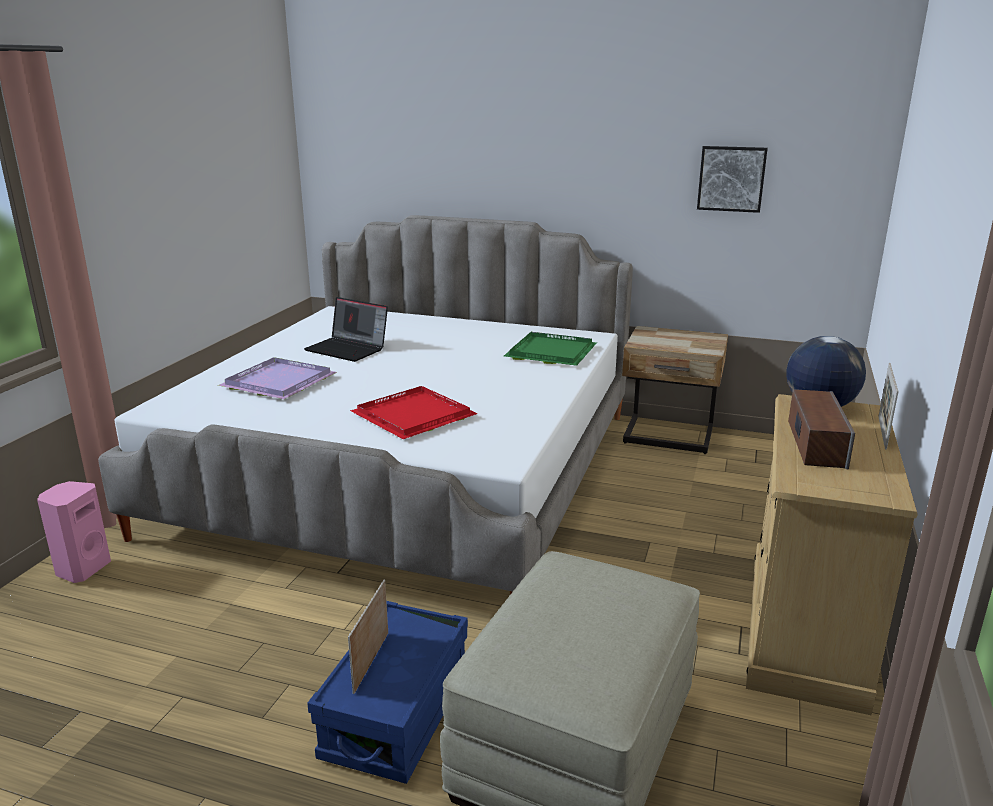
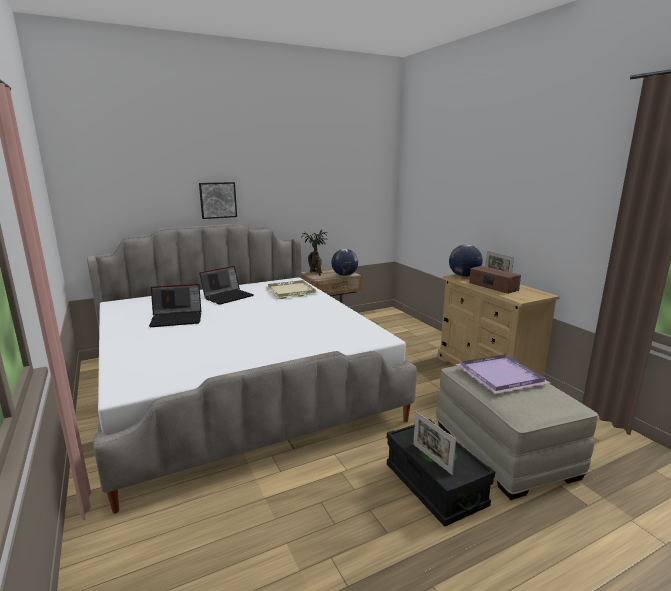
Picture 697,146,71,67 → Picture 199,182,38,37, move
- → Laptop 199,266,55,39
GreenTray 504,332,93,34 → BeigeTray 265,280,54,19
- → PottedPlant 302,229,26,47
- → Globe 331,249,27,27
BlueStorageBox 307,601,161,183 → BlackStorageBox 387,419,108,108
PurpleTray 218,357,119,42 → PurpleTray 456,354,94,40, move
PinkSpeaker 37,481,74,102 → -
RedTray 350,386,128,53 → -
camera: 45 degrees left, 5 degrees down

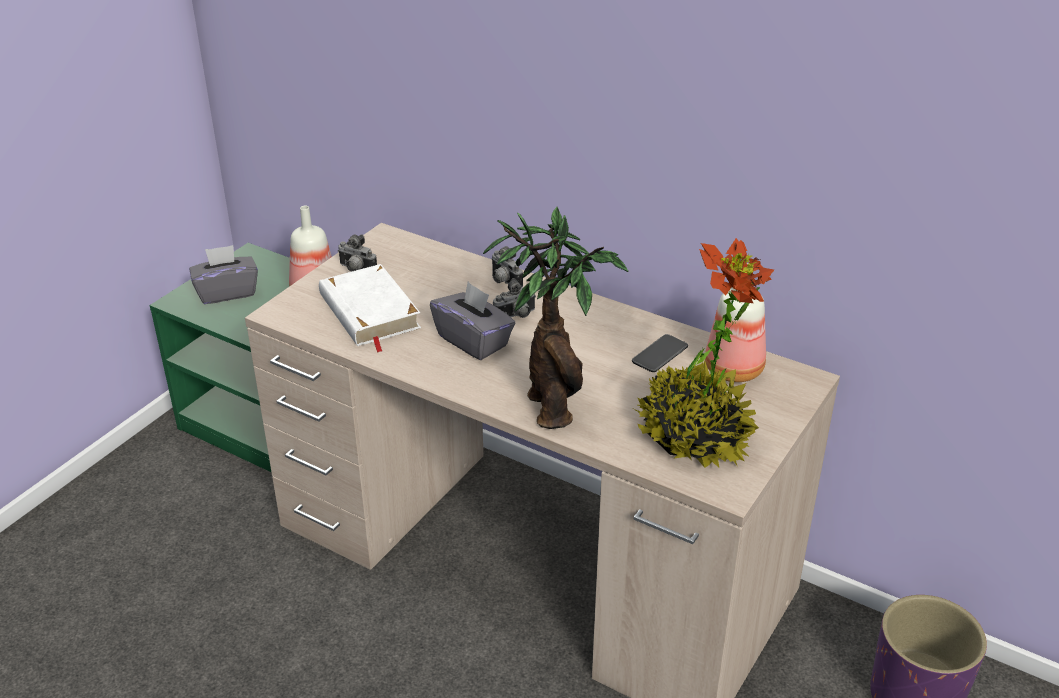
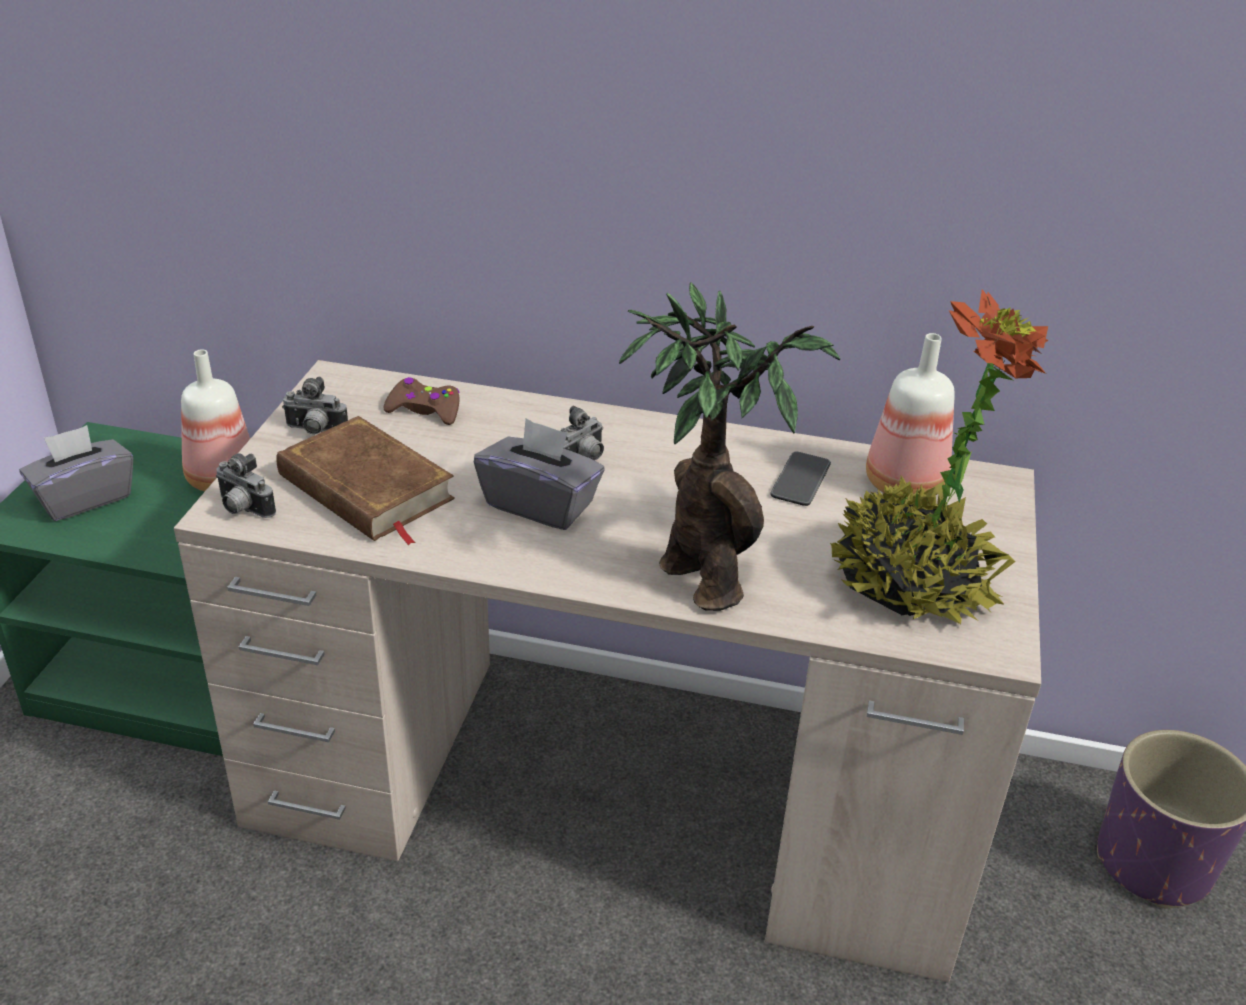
PhotoCamera 491,246,32,42 → PhotoCamera 216,453,60,65, move
WhiteBook 319,264,102,89 → BrownBook 276,416,179,129
- → BrownGameController 384,377,76,48
camera: 20 degrees left, 0 degrees up

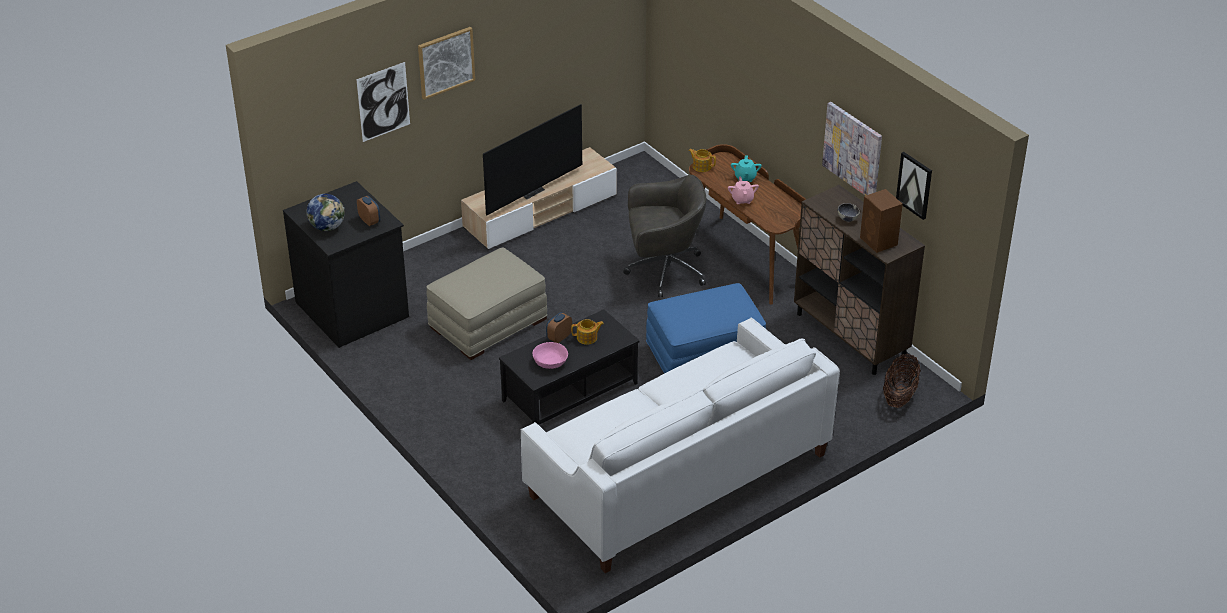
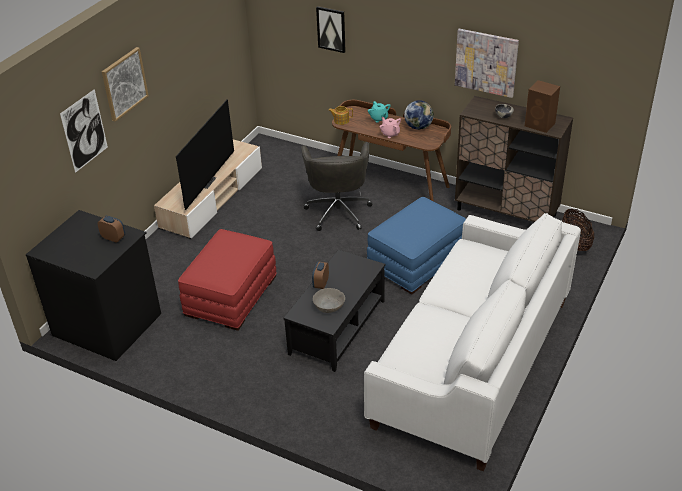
BeigeOttoman 426,248,121,112 → RedOttoman 178,229,99,102
GreyOfficeChair 623,175,83,122 → GreyOfficeChair 301,142,71,89, 120 degrees clockwise
PinkBowl 532,342,36,27 → GreyBowl 313,288,32,25
Picture 896,152,36,68 → Picture 316,6,30,47, move
Globe 307,194,38,37 → Globe 404,100,30,30, move
Teapot 571,319,33,26 → -
camera: 25 degrees left, 0 degrees up

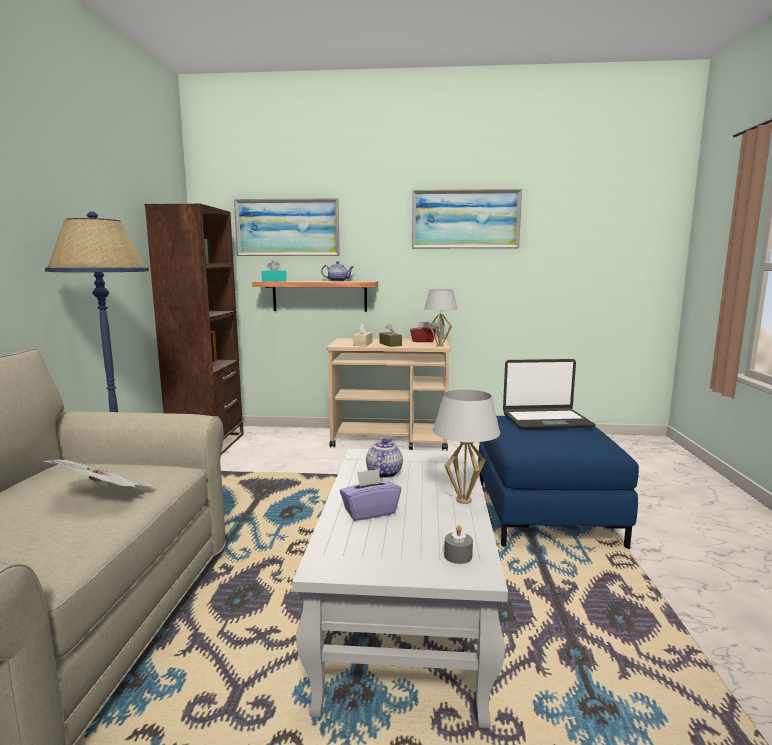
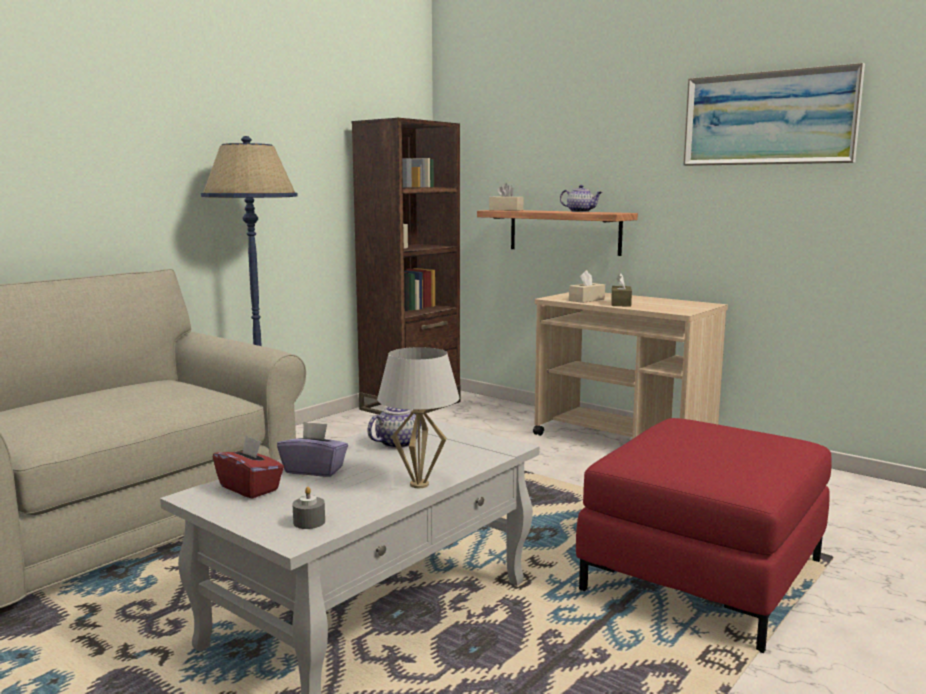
RedTissueBox 410,322,26,20 → RedTissueBox 213,436,71,63, move
TurquoiseTissueBox 261,260,26,21 → BeigeTissueBox 489,184,34,27
BlueOttoman 478,416,161,133 → RedOttoman 576,418,256,235
Newspaper 44,460,111,27 → -
Picture 234,198,106,58 → -
WhiteTableLamp 424,289,34,58 → -
Laptop 503,359,92,71 → -
camera: 35 degrees right, 0 degrees up

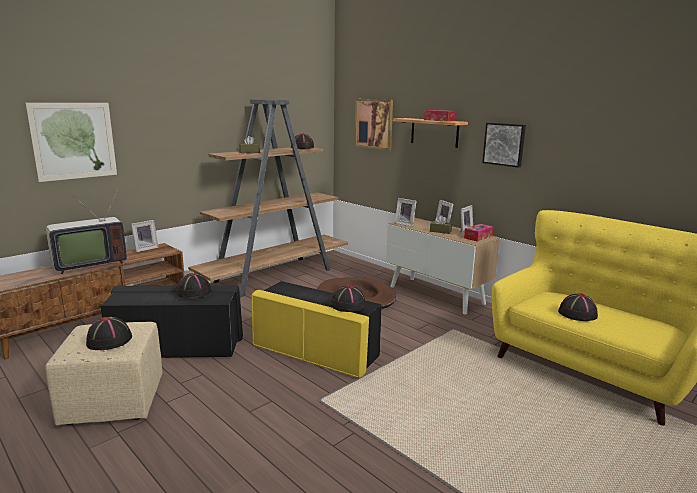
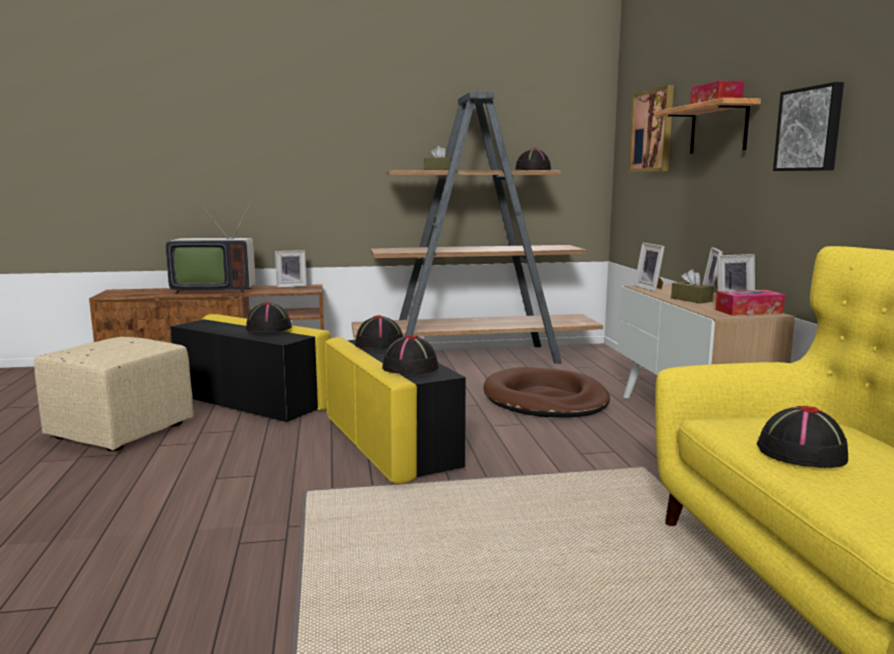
BlackOttoman 100,285,143,73 → YellowOttoman 170,314,161,108
BlackHat 86,316,46,34 → BlackHat 355,315,48,35, move
Picture 25,103,92,79 → -
camera: 35 degrees right, 5 degrees down

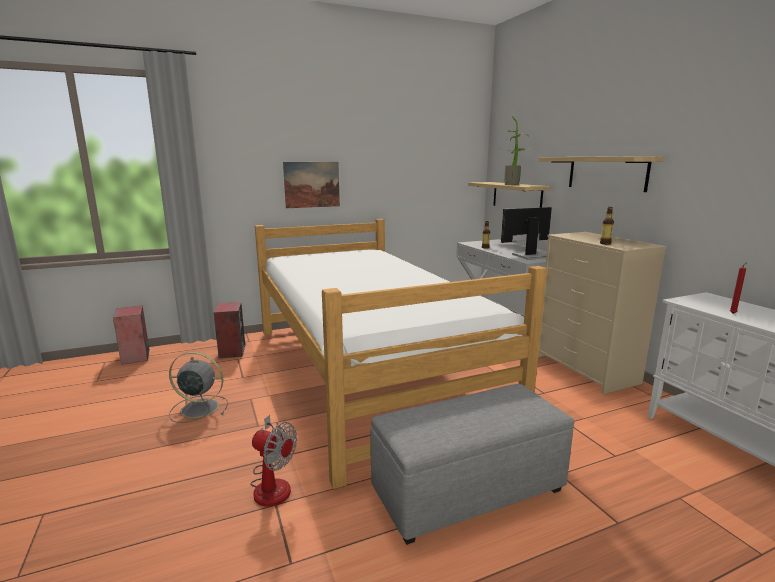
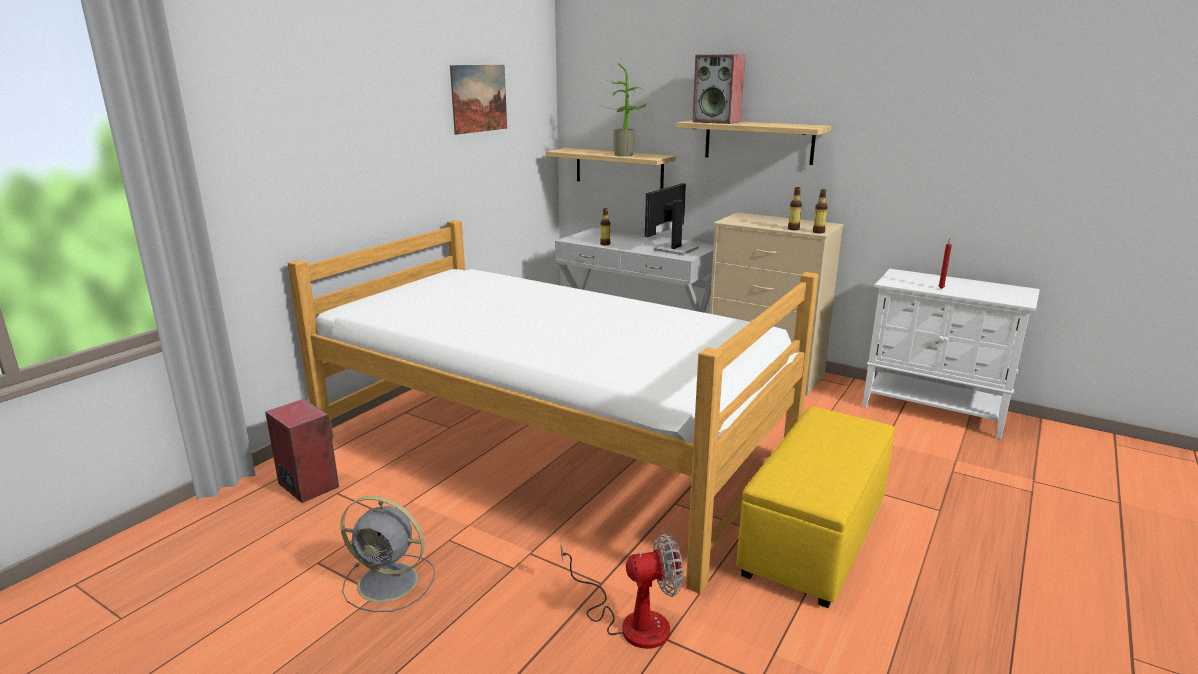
GreyFan 169,352,59,71 → GreyFan 341,496,94,116, 135 degrees counterclockwise
Picture 283,162,57,46 → Picture 450,65,57,70, move
Speaker 113,306,36,59 → Speaker 693,55,52,69, move
GreyOttoman 371,384,203,161 → YellowOttoman 736,407,159,201
- → Bottle 813,189,15,44
camera: 35 degrees left, 5 degrees up

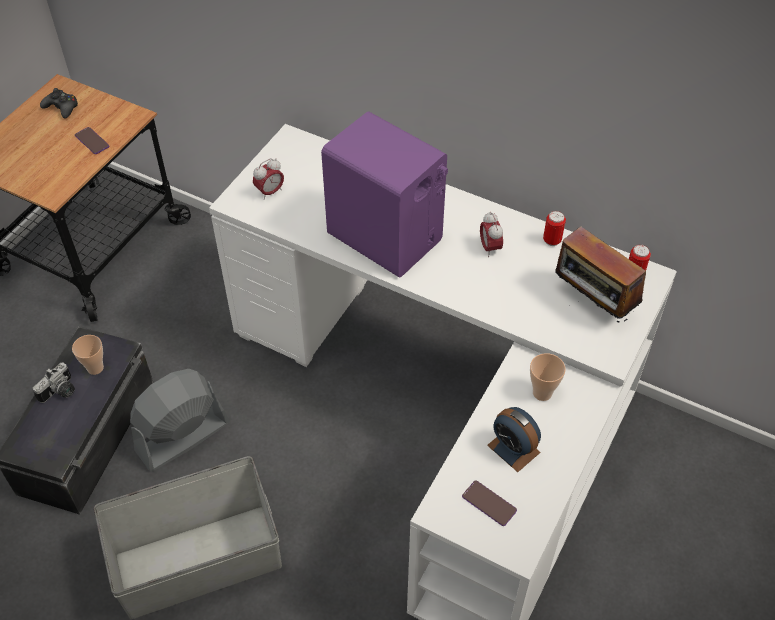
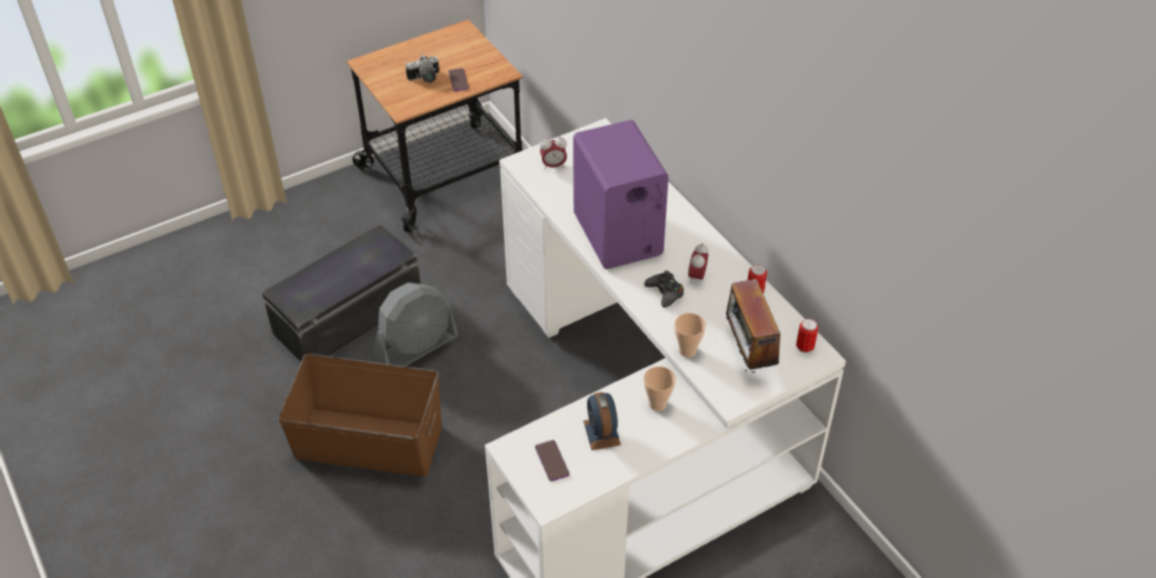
GreyStorageBox 94,456,188,163 → BrownStorageBox 278,354,164,123
GreyFan 130,369,100,102 → GreyFan 374,282,84,84, 150 degrees clockwise
PhotoCamera 33,362,42,41 → PhotoCamera 406,54,33,29, move
BlackGameController 40,88,38,30 → BlackGameController 644,271,40,37, move
Cup 72,335,32,40 → Cup 674,313,32,44, move
camera: 30 degrees right, 5 degrees down

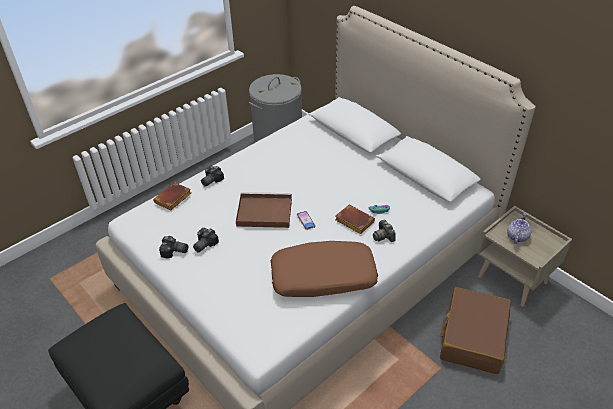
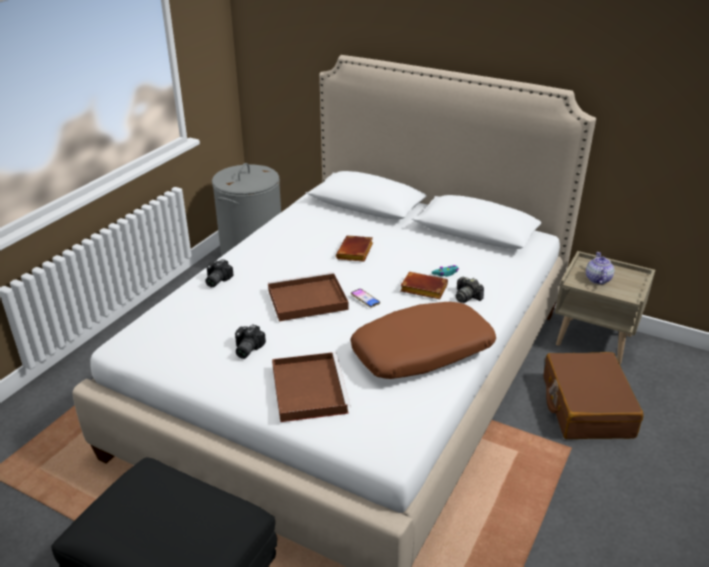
- → BrownTray 272,352,79,70
BrownBook 153,182,38,28 → BrownBook 336,235,37,27, move
PhotoCamera 159,236,29,22 → -
camera: 20 degrees left, 10 degrees down

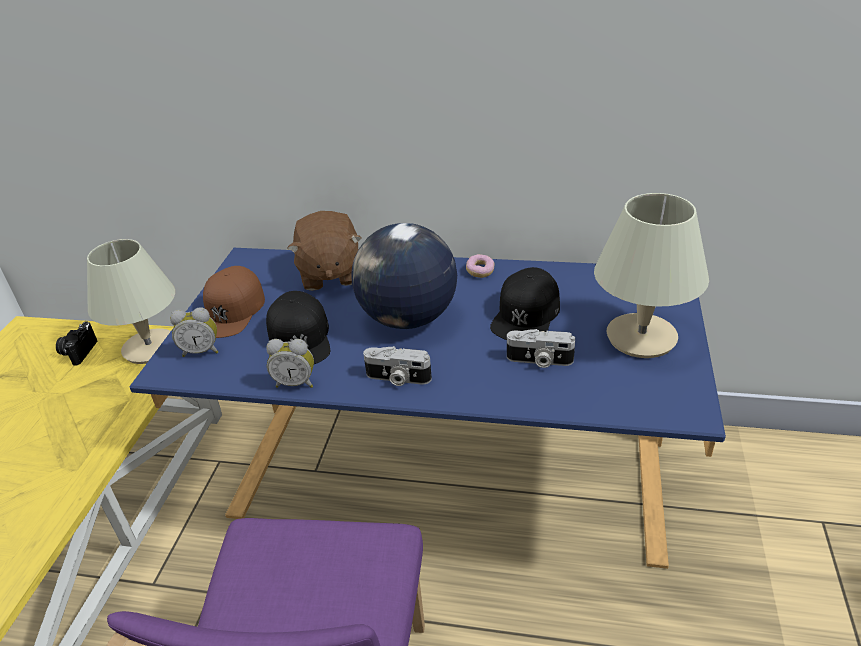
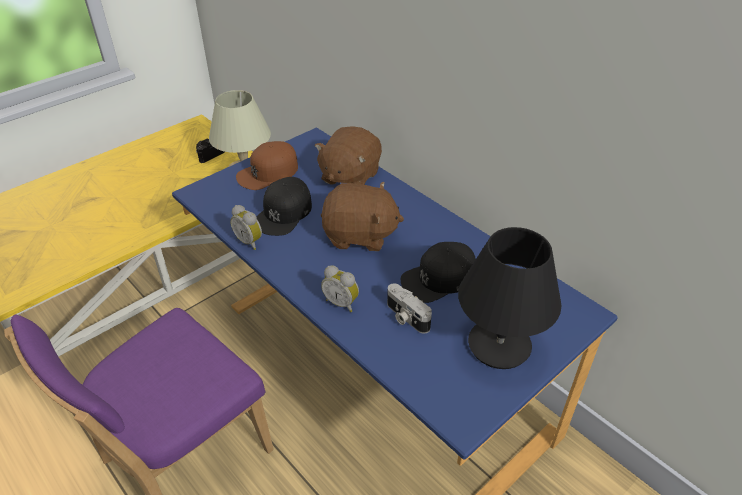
Globe 351,223,106,106 → BrownPlushToy 321,182,83,69
AlarmClock 170,307,48,50 → AlarmClock 321,265,38,47, move
BeigeTableLamp 594,193,115,165 → BlackTableLamp 458,227,104,142
PhotoCamera 363,346,69,40 → -
Donut 466,254,28,24 → -
camera: 35 degrees right, 5 degrees up

